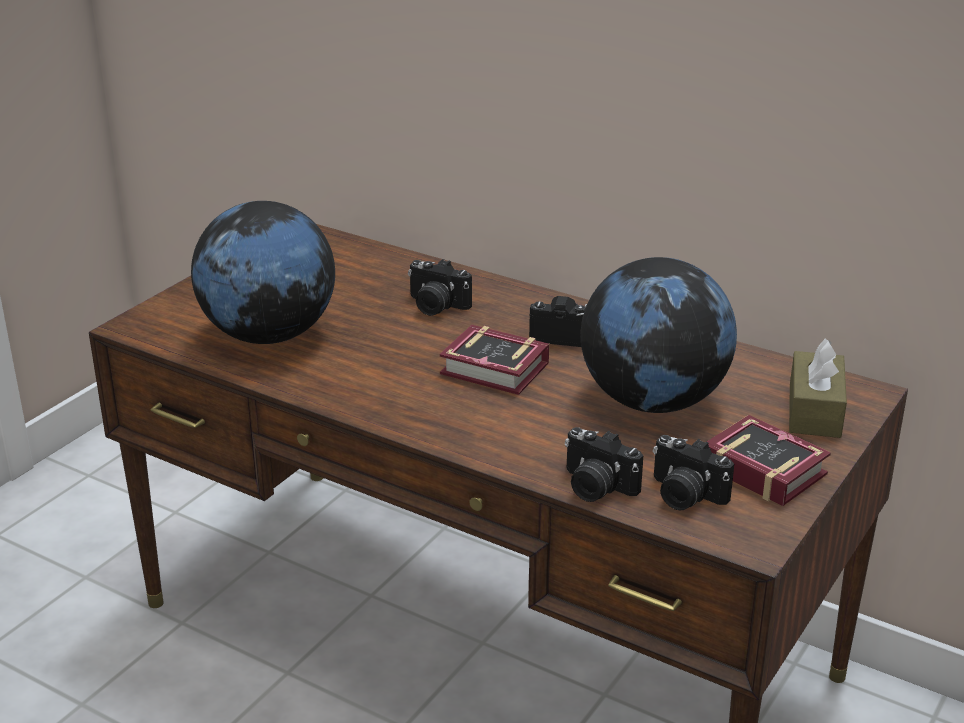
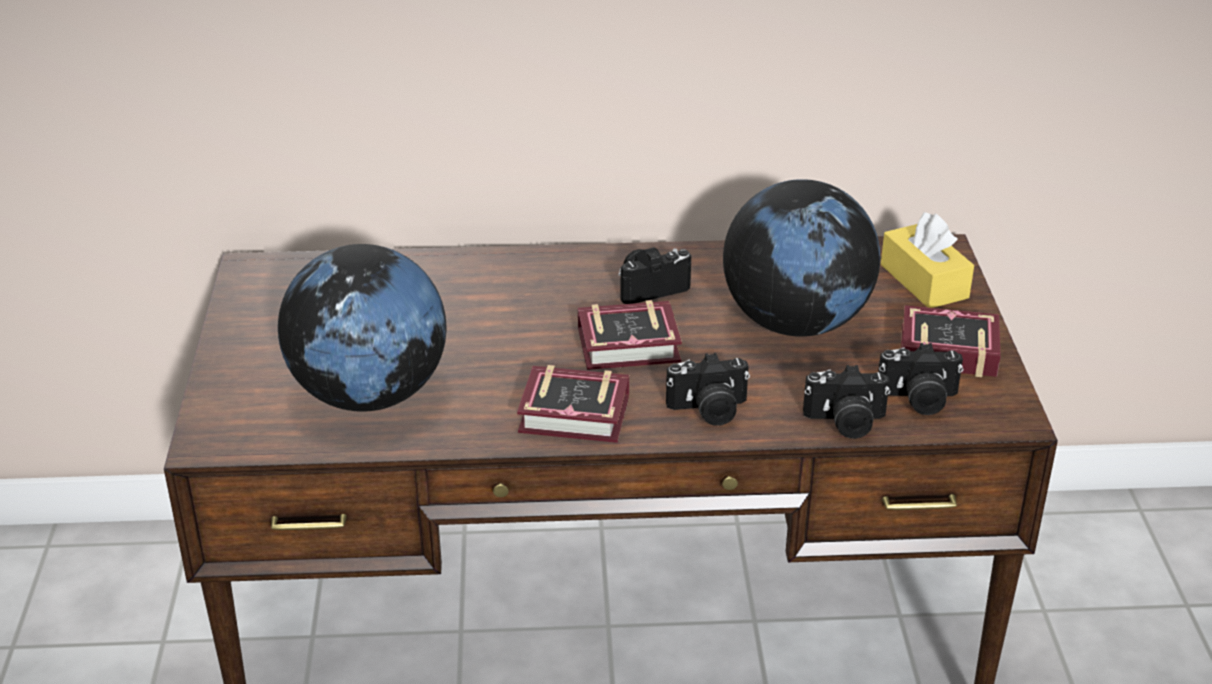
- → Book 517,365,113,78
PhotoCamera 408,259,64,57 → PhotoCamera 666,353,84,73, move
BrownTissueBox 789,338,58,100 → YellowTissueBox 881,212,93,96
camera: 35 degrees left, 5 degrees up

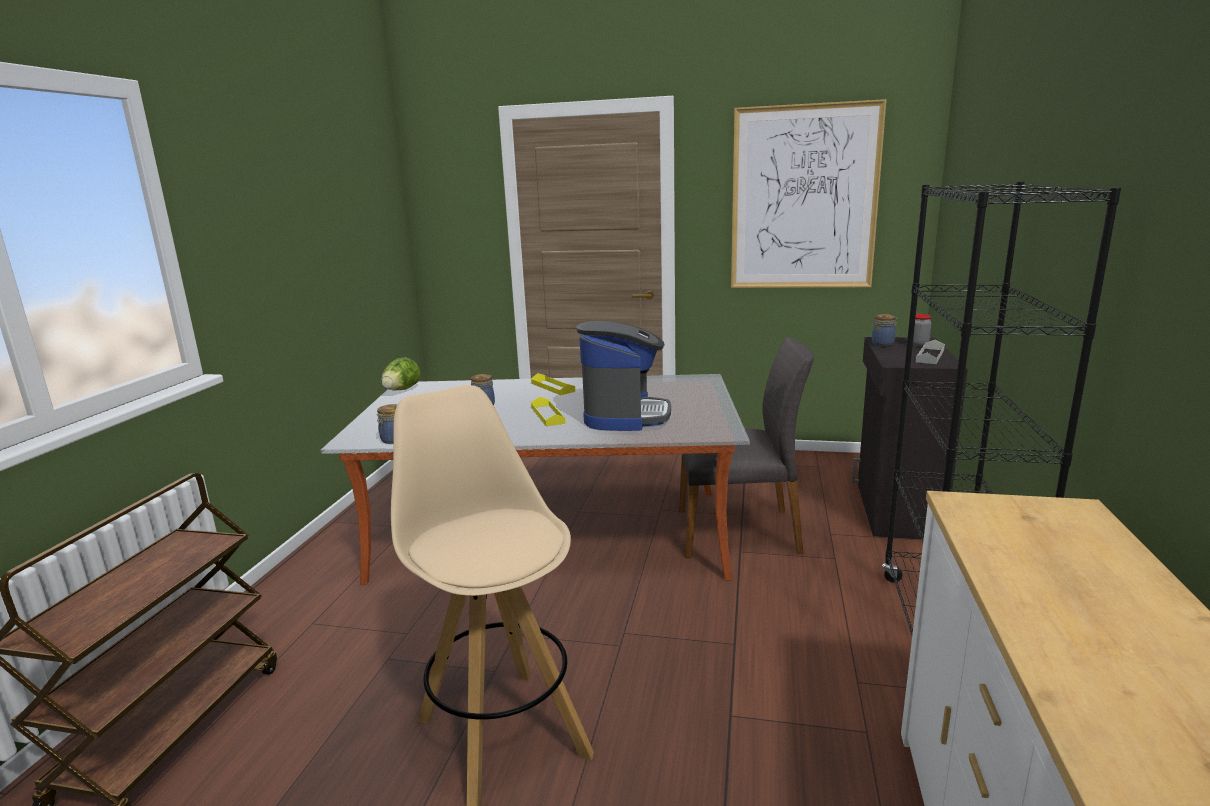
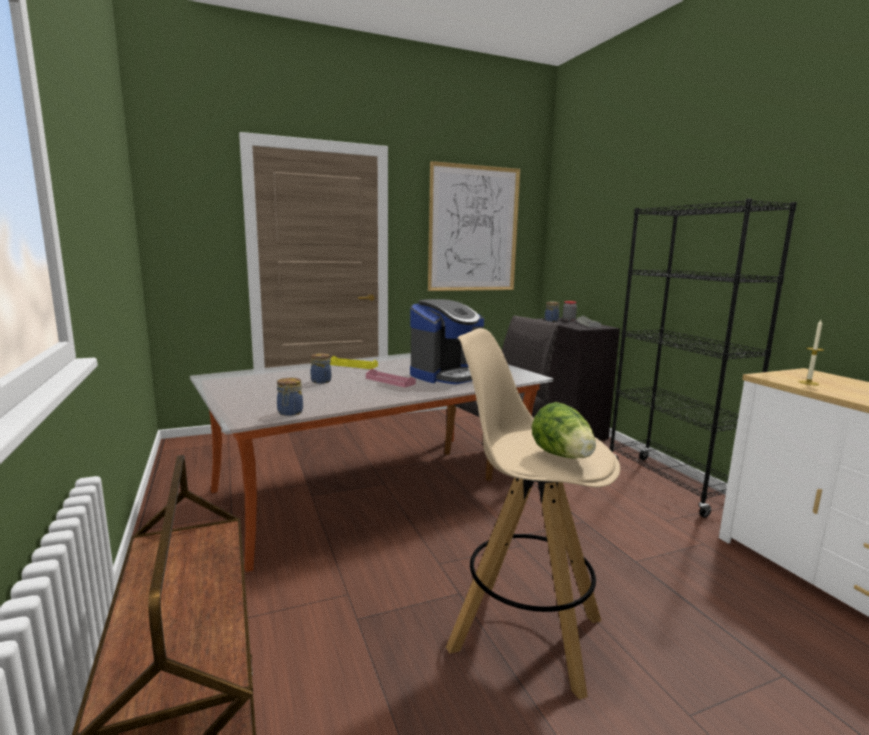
YellowTray 531,397,35,29 → PinkTray 366,368,50,20
CoffeeMachine 577,321,94,110 → CoffeeMachine 410,299,74,85, 75 degrees clockwise
Lettuce 381,357,39,34 → Lettuce 532,402,64,57, move
- → Candle 798,320,26,65
camera: 35 degrees left, 5 degrees down

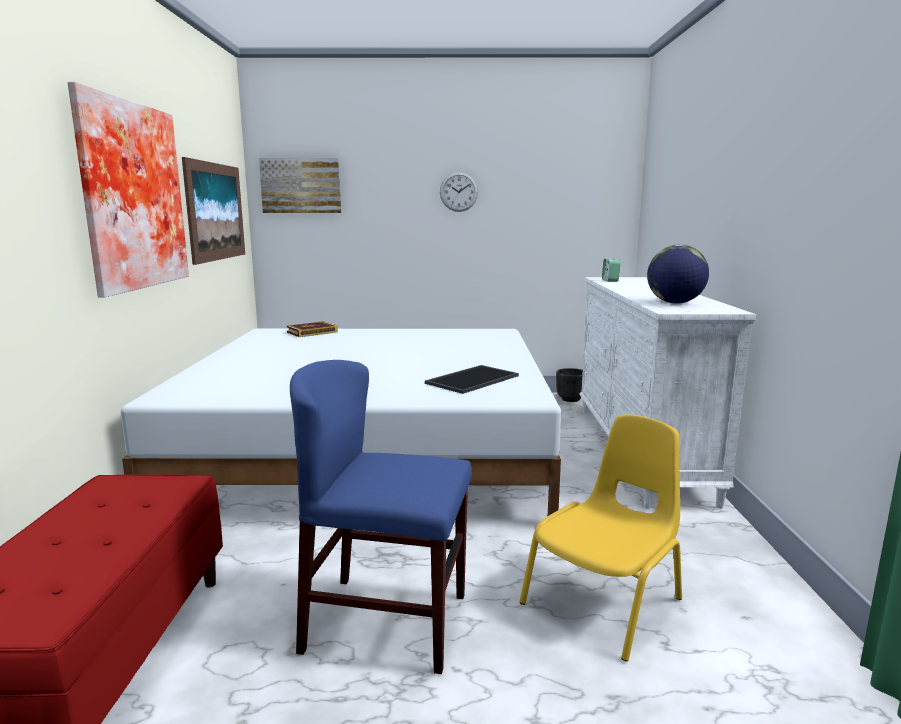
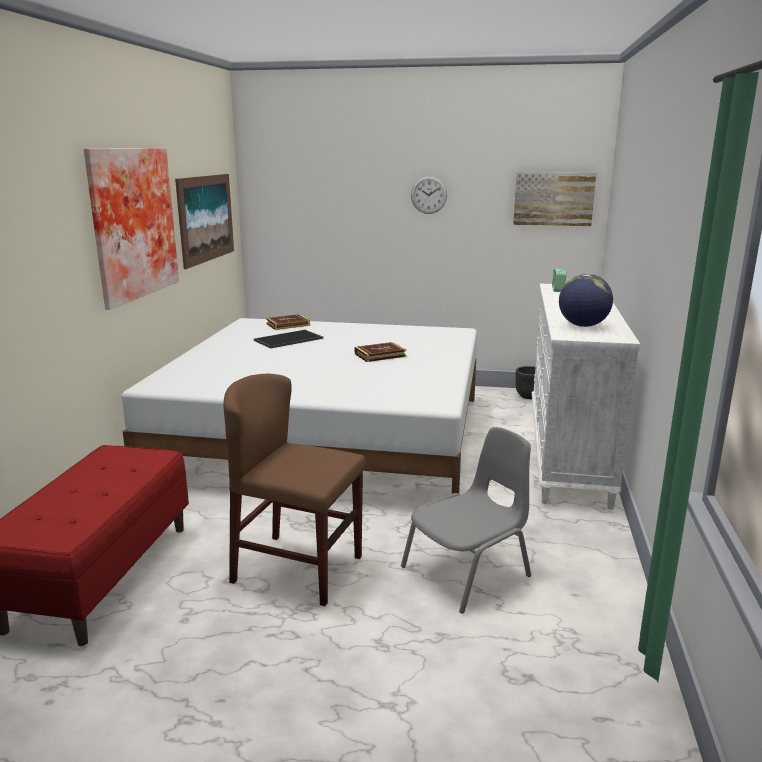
BlueChair 290,360,182,314 → BrownChair 224,374,141,232
Tray 425,365,94,29 → Tray 254,330,69,19, move
- → Book 355,342,51,20
YellowChair 519,414,163,248 → GreyChair 401,427,130,187
Picture 259,158,82,55 → Picture 513,172,83,54, move
camera: 10 degrees right, 5 degrees up

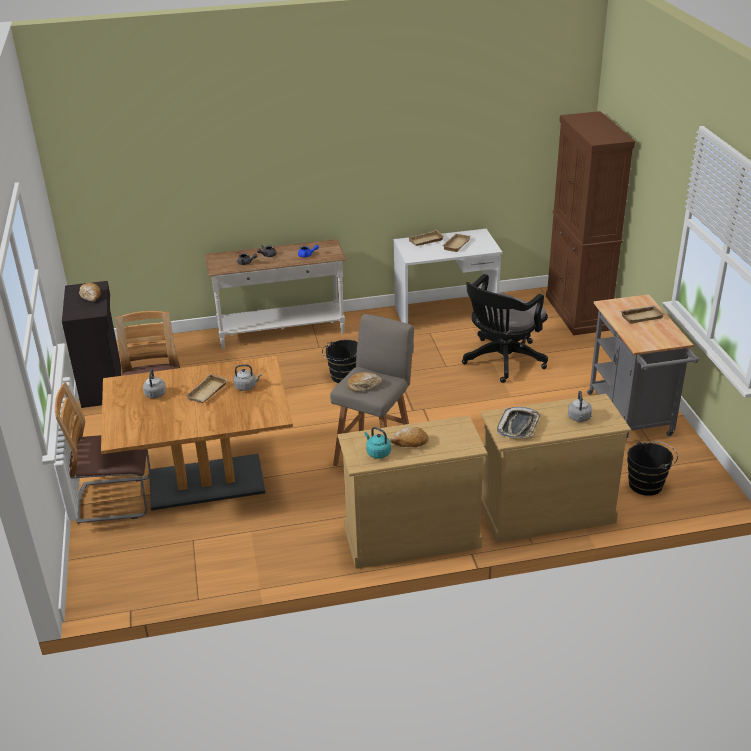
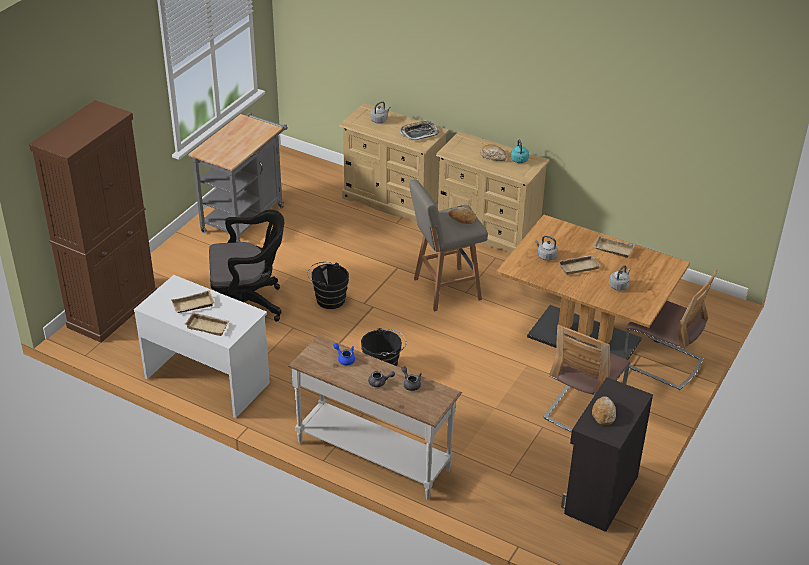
BlackBucket 627,441,51,55 → BlackBucket 308,262,41,47, move
BeigeTray 620,305,44,19 → BeigeTray 594,236,41,22, move
camera: 140 degrees left, 5 degrees up

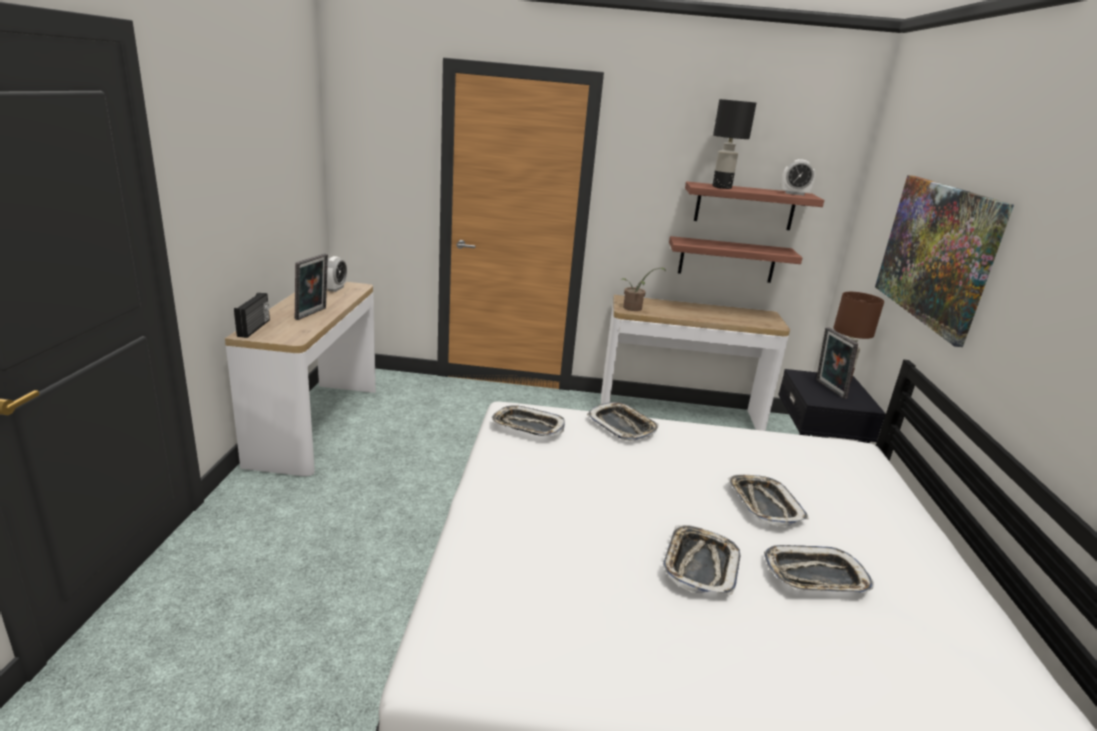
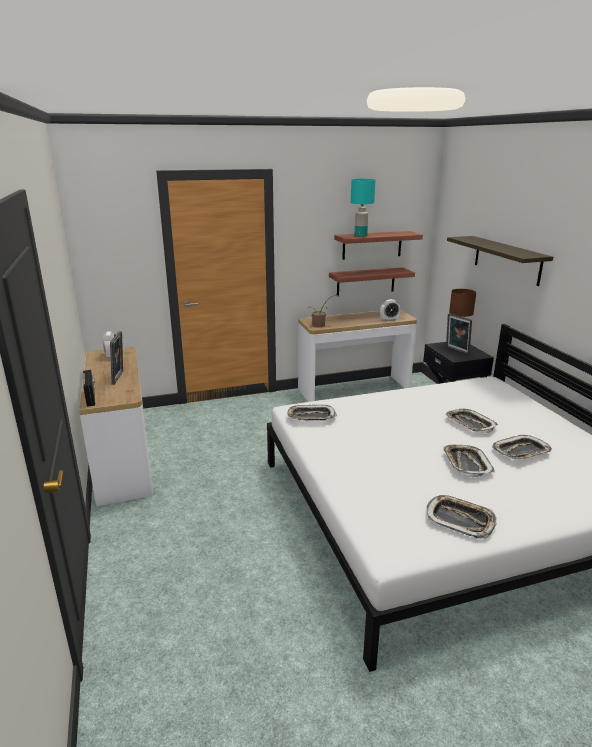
BlackTableLamp 712,99,44,90 → TurquoiseTableLamp 351,179,24,58
AlarmClock 781,159,35,37 → AlarmClock 380,299,20,22, move
Tray 587,402,72,39 → Tray 427,495,70,44, move
Picture 875,175,139,172 → Shelf 447,236,106,50
camera: 20 degrees left, 0 degrees up

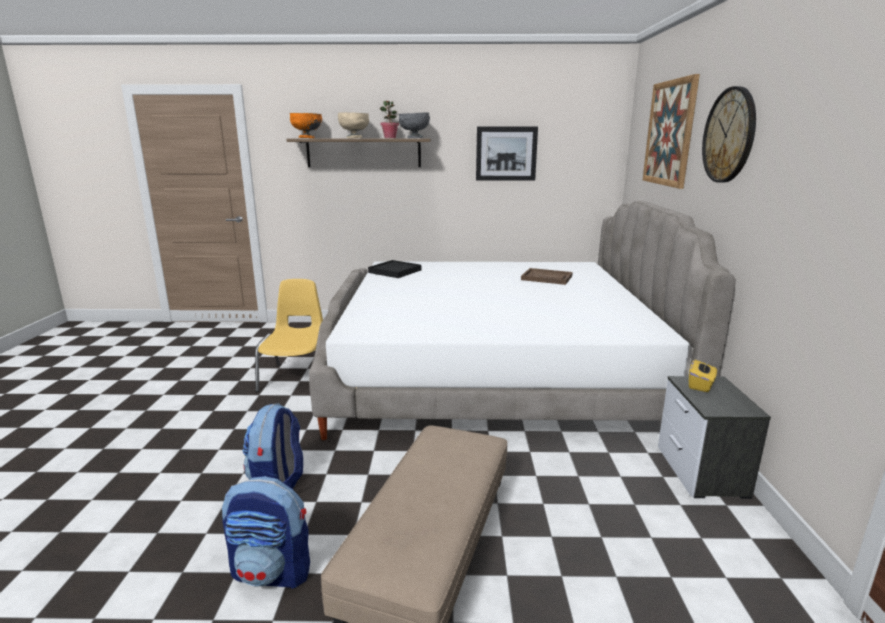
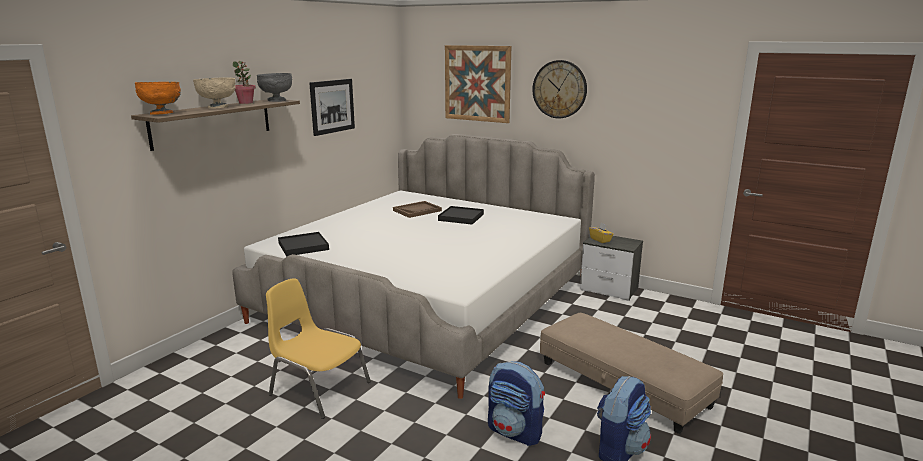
- → BlackTray 438,206,46,19
camera: 60 degrees left, 0 degrees up

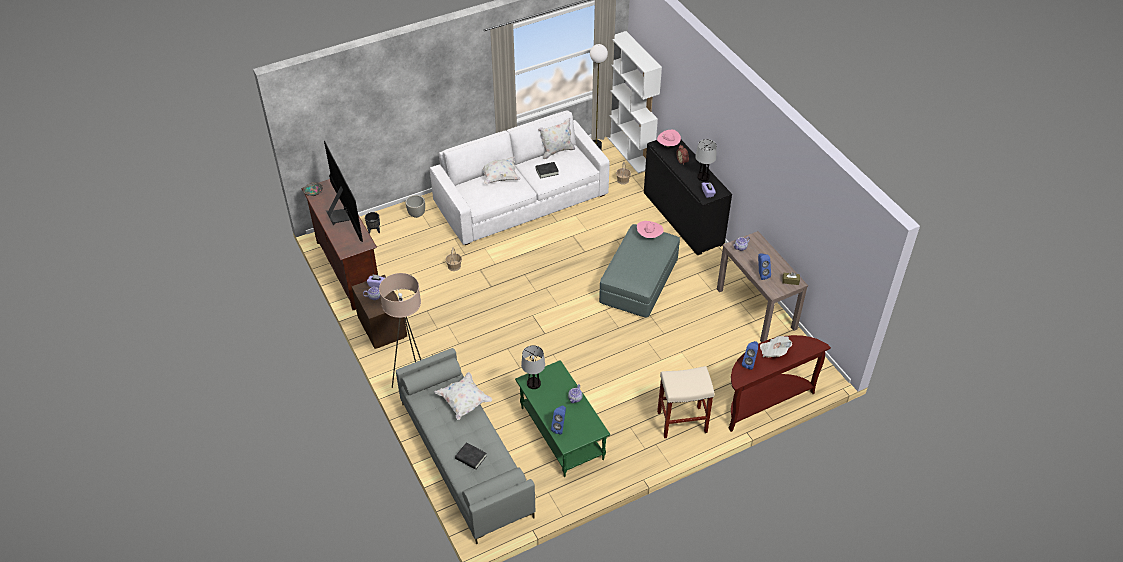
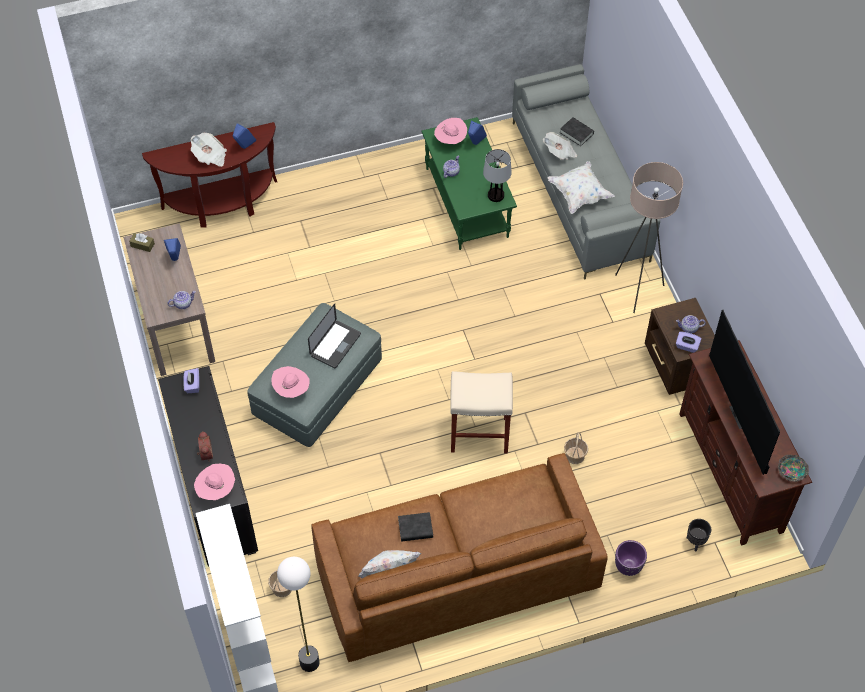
- → Laptop 308,304,53,65
WhiteSofa 430,110,180,135 → BrownSofa 311,453,297,209
- → PinkHat 434,118,33,26
BeigeStool 657,366,58,72 → BeigeStool 450,371,63,83, move
- → Newspaper 543,132,34,28
GreyPlanter 406,195,19,23 → PurplePlanter 615,540,32,36
WhitePillow 482,157,39,27 → -
TableLamp 695,139,22,42 → -
camera: 170 degrees left, 10 degrees up

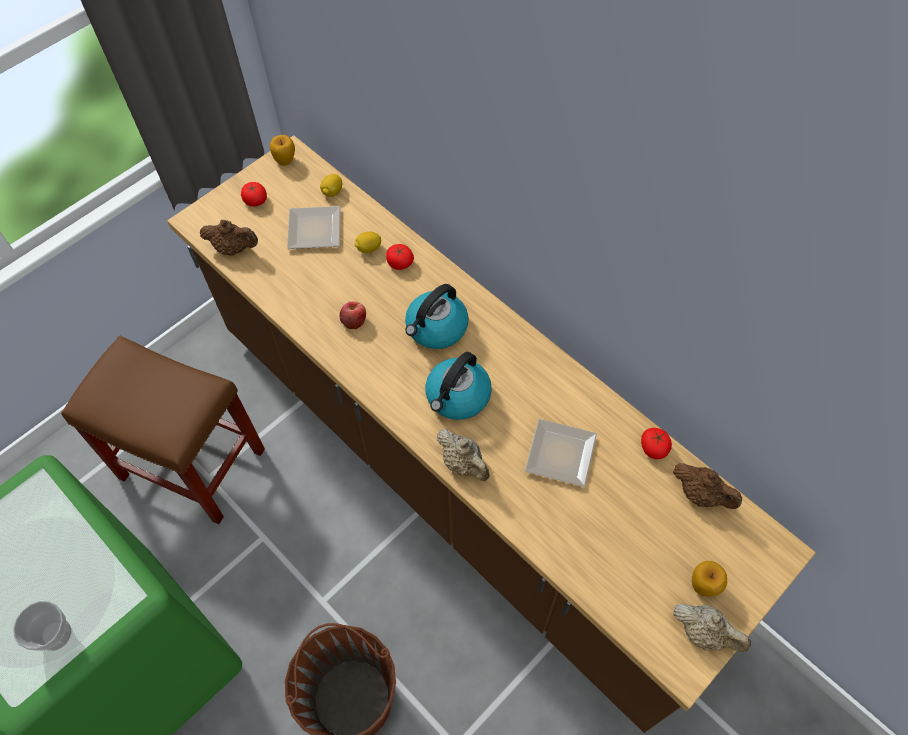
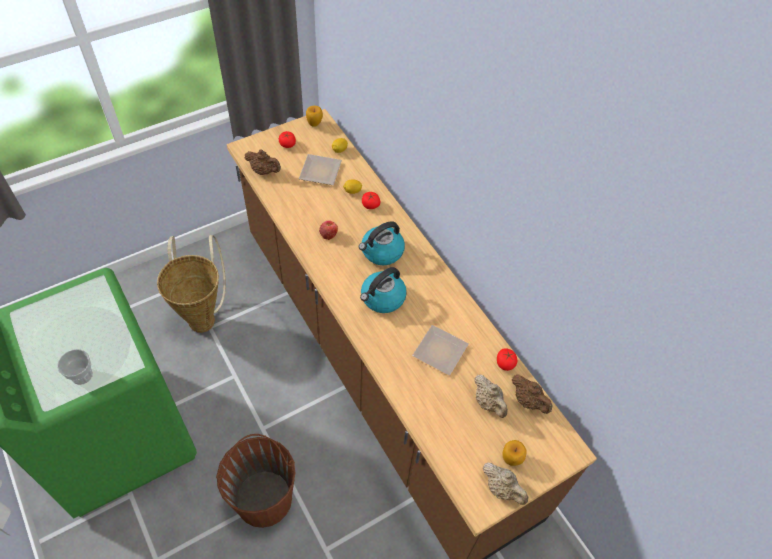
BrownStool 61,336,204,188 → Basket 157,235,69,98
BeigeTeapot 437,429,52,52 → BeigeTeapot 474,374,34,44, move
camera: 10 degrees right, 5 degrees down

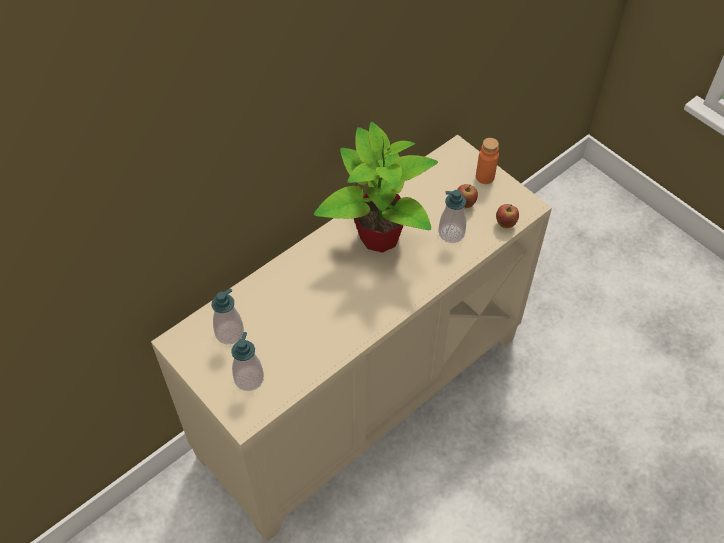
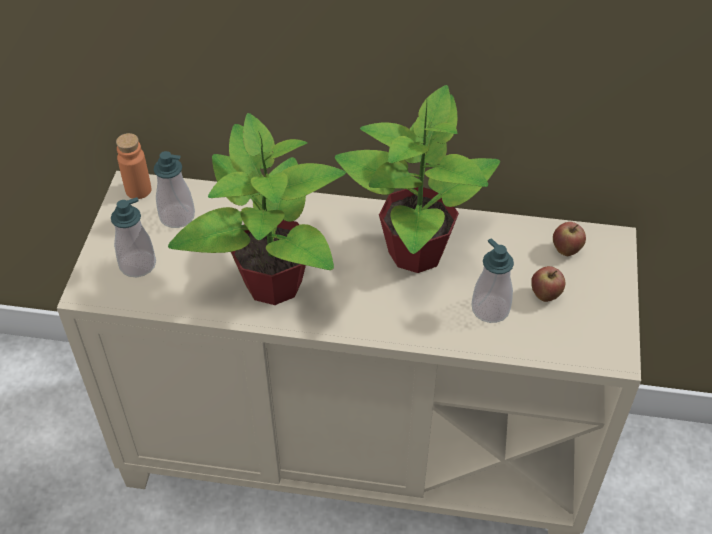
OrangeBottle 476,138,23,46 → OrangeBottle 116,133,36,66, move
- → PottedPlant 168,113,178,192
Apple 496,204,23,24 → Apple 553,222,33,34, move
camera: 50 degrees right, 5 degrees down

